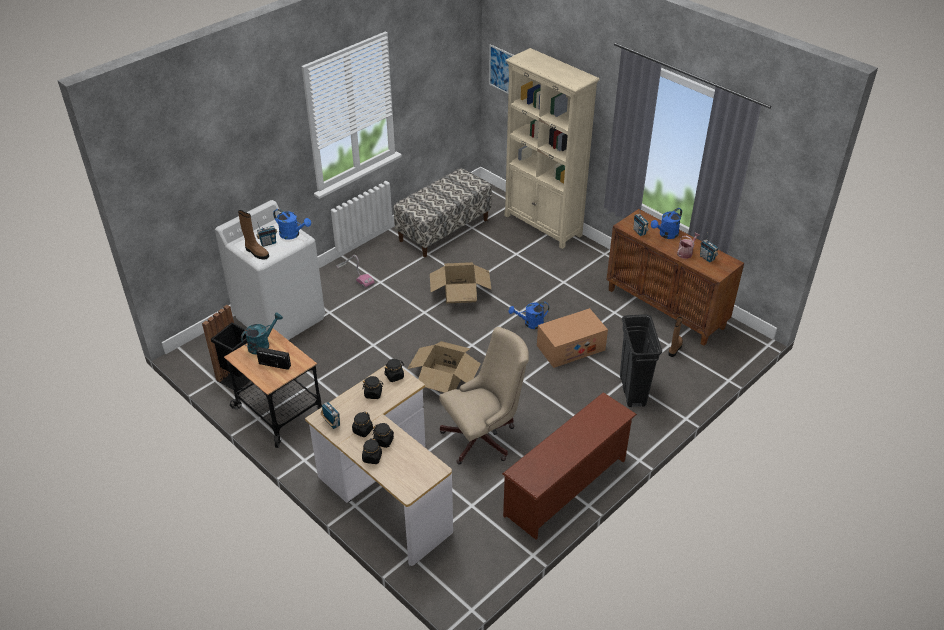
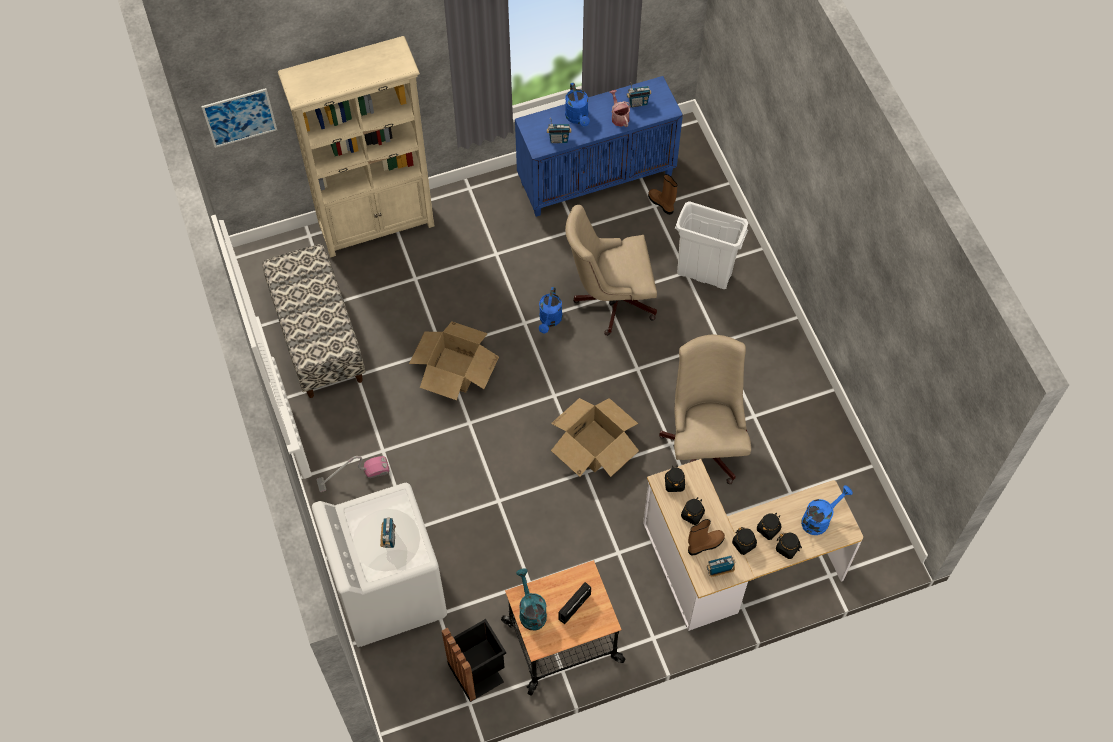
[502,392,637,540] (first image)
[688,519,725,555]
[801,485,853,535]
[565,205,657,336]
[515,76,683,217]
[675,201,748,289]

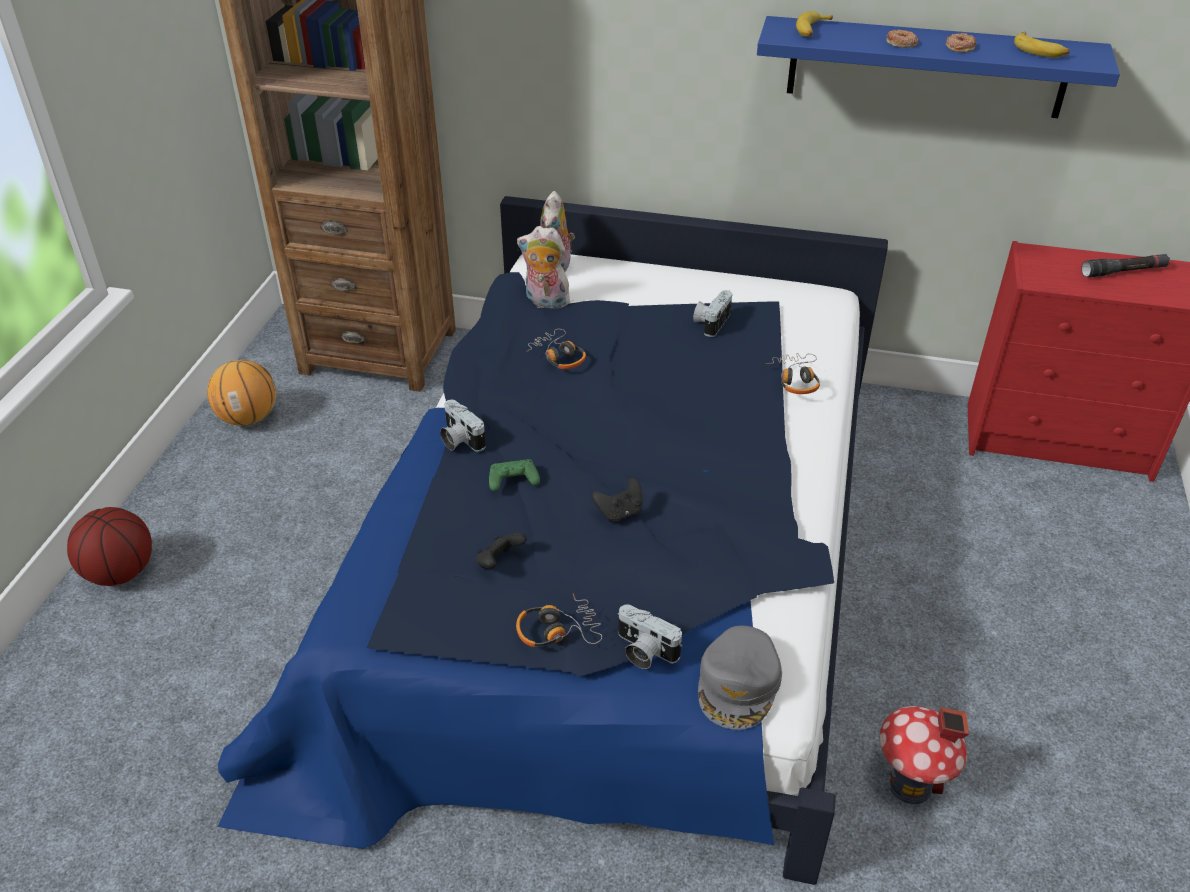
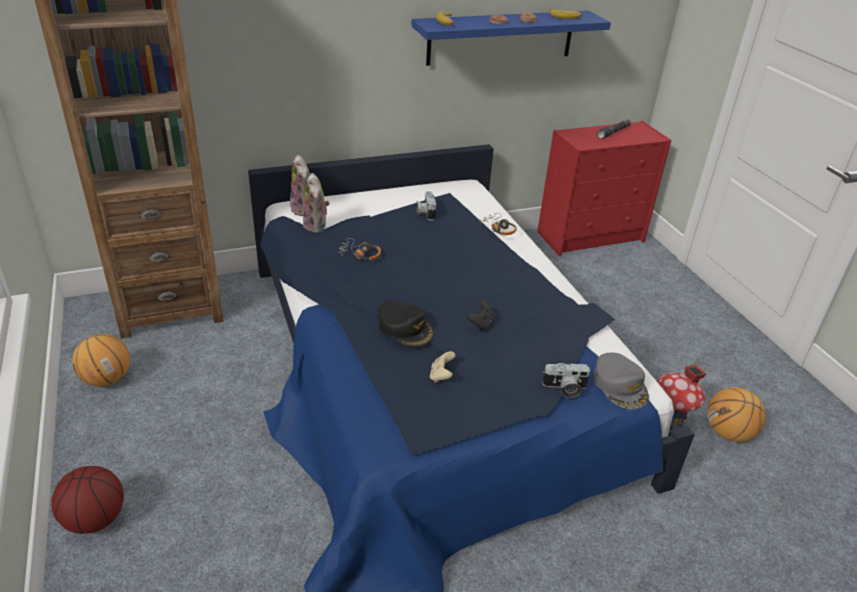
[440,400,486,452] (first image)
[516,593,602,647] (first image)
[707,387,766,442]
[378,300,434,347]
[430,351,456,383]
[303,173,330,233]

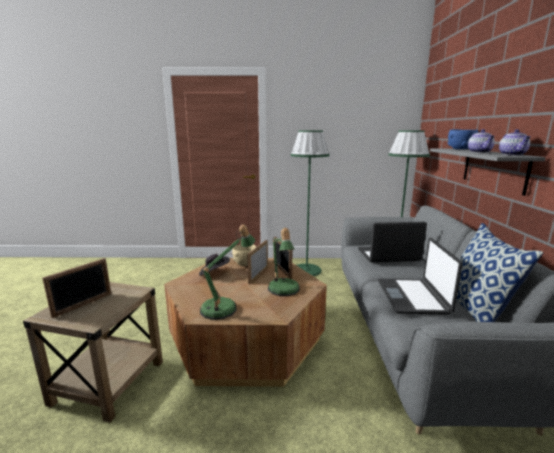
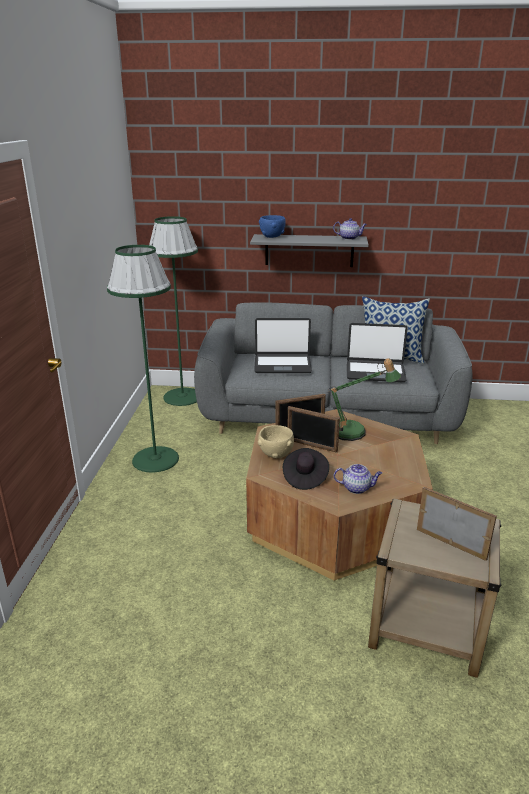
[200,225,255,320] (first image)
[334,464,382,494]
[254,318,312,373]

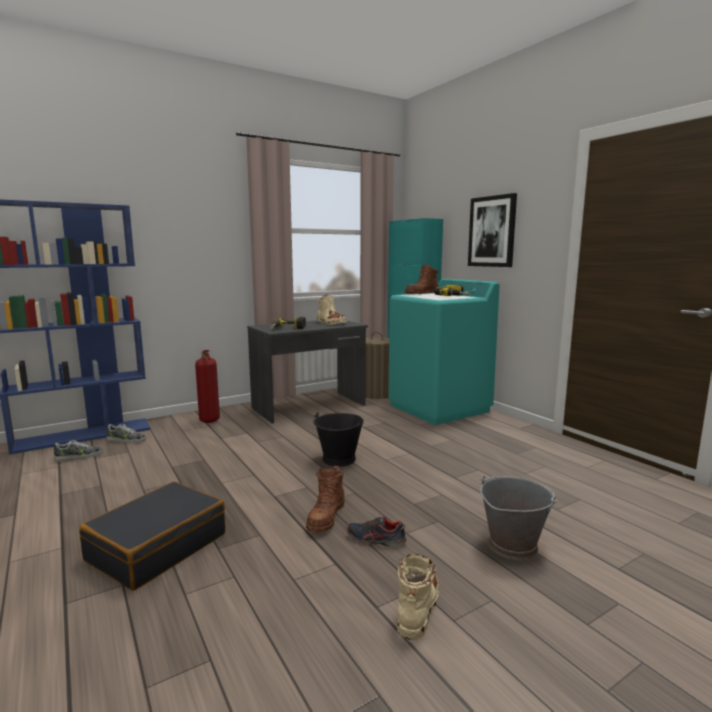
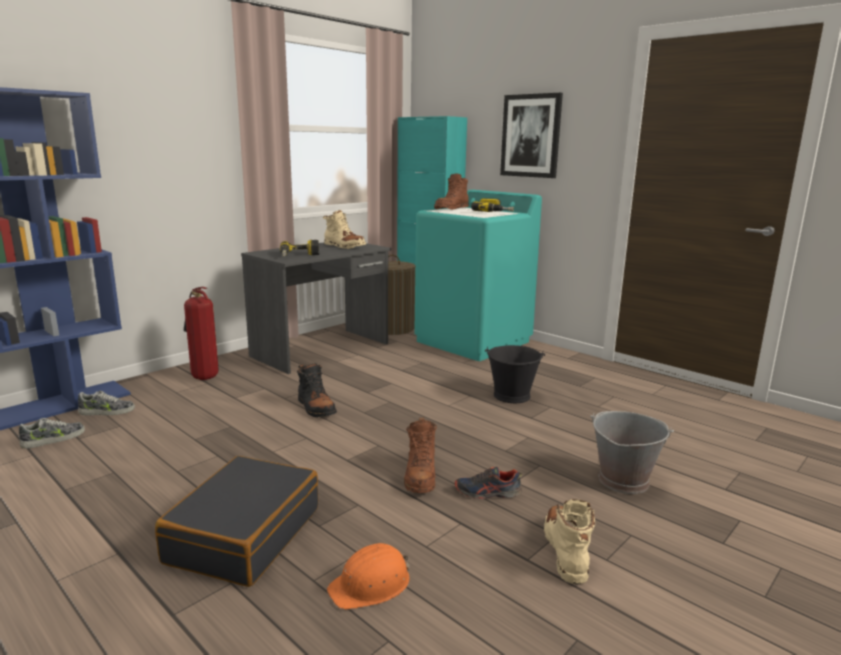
[297,363,337,417]
[327,543,409,610]
[485,345,545,403]

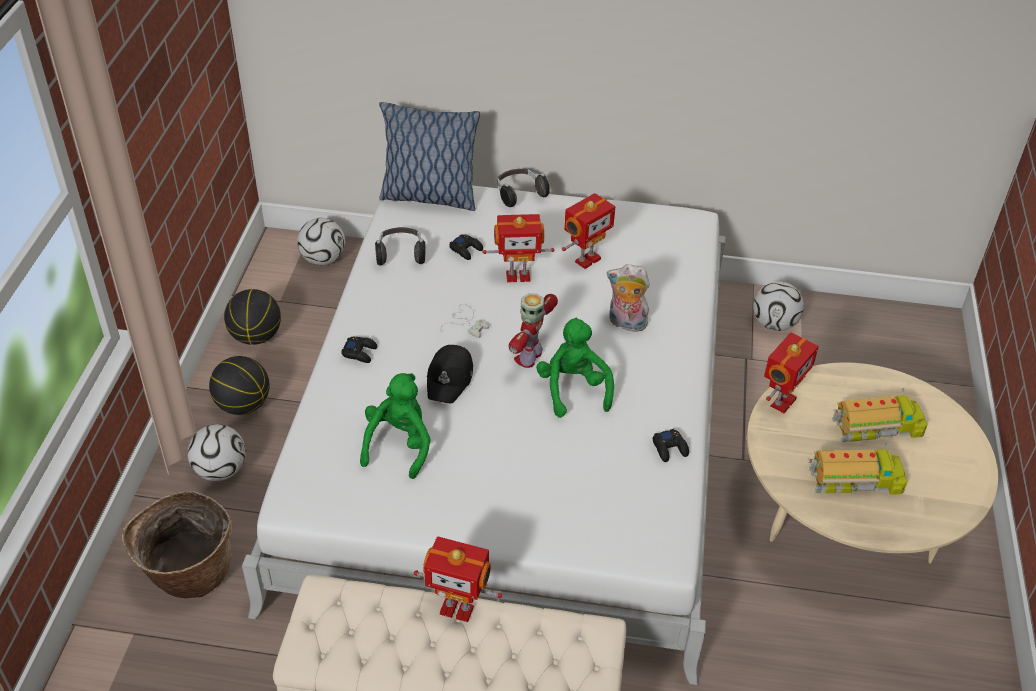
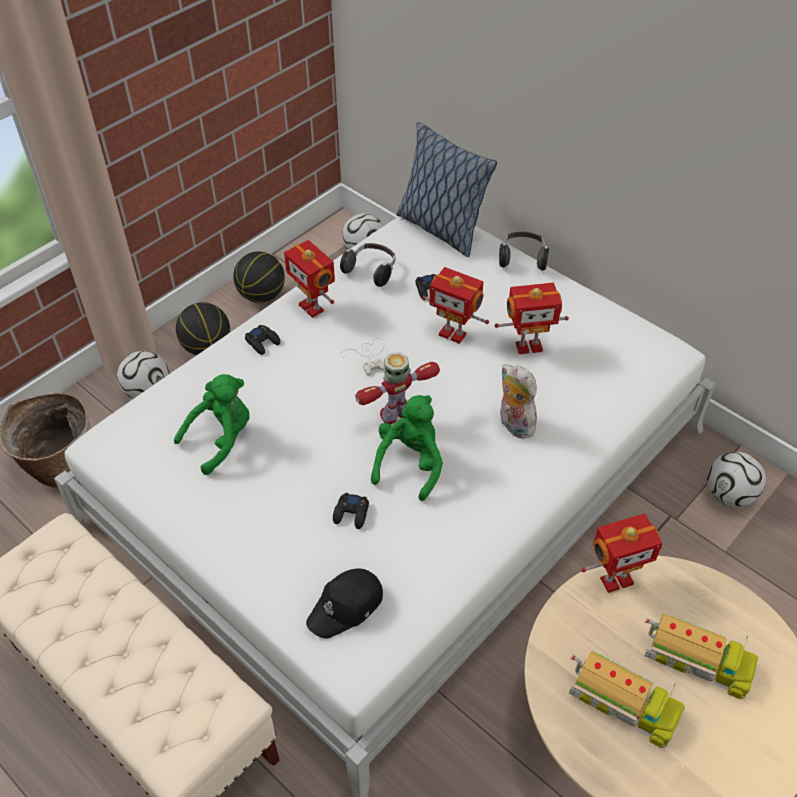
[284,240,335,318]
[306,568,383,639]
[333,493,369,529]

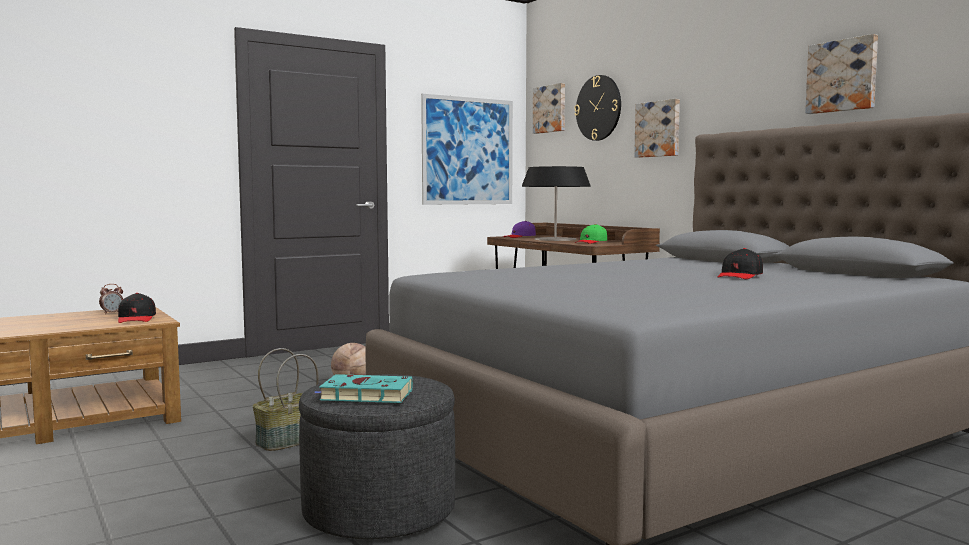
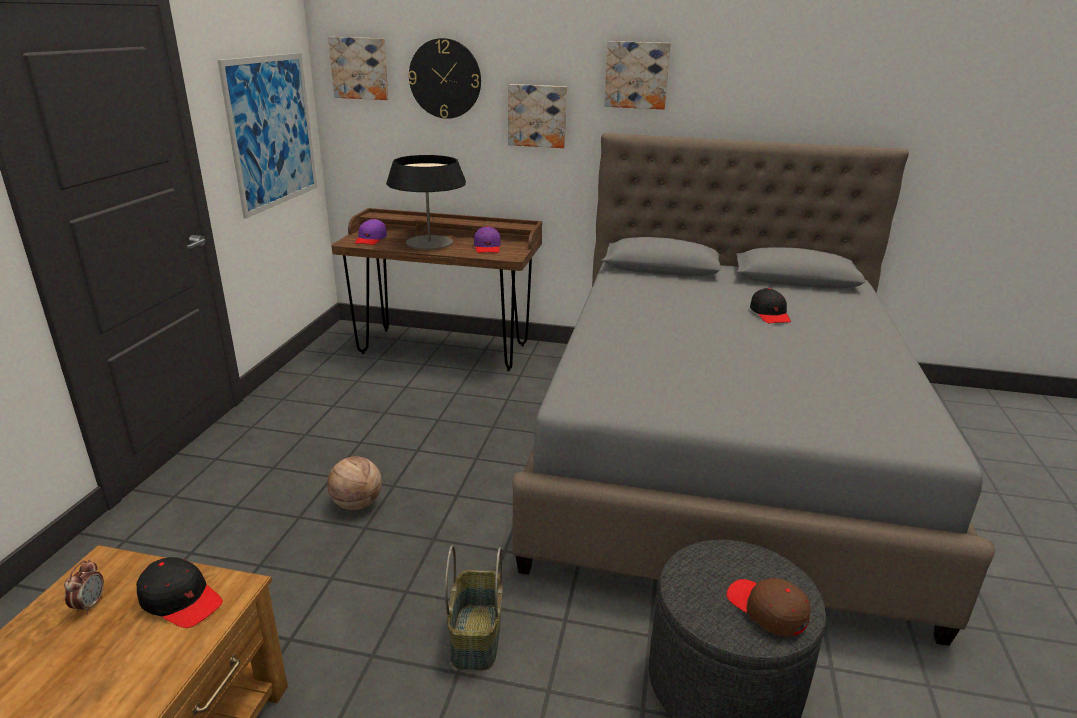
[604,41,671,109]
[727,578,810,637]
[474,226,501,253]

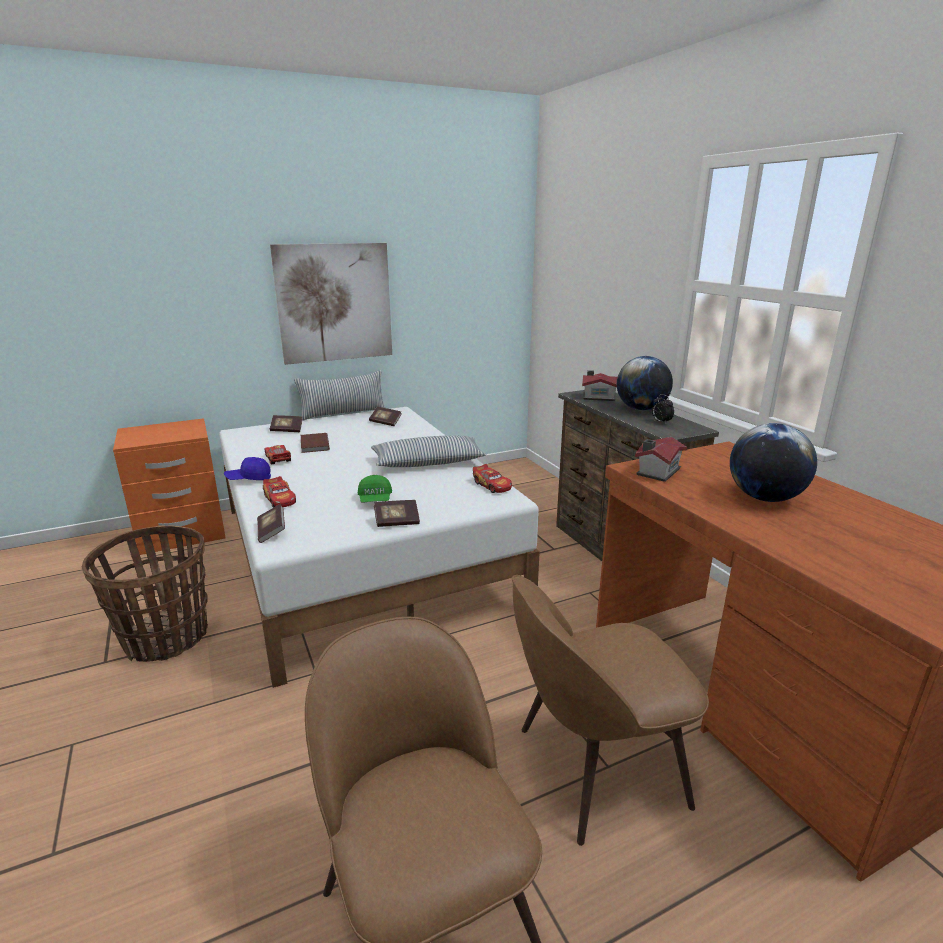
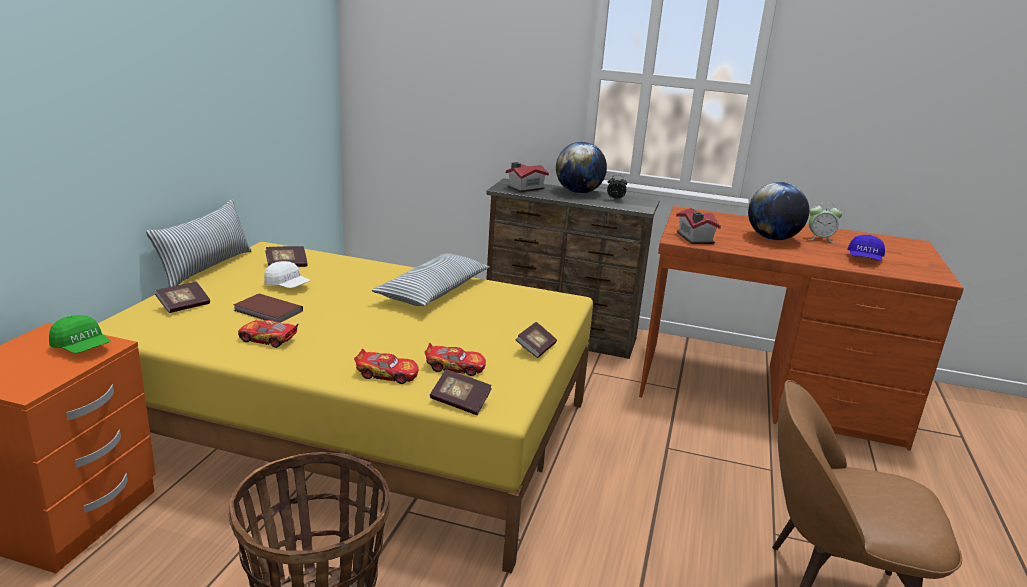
[270,243,392,365] (first image)
[511,575,709,846] (first image)
[264,261,311,288]
[808,202,842,243]
[847,235,885,261]
[49,315,111,353]
[424,343,486,376]
[98,242,593,574]

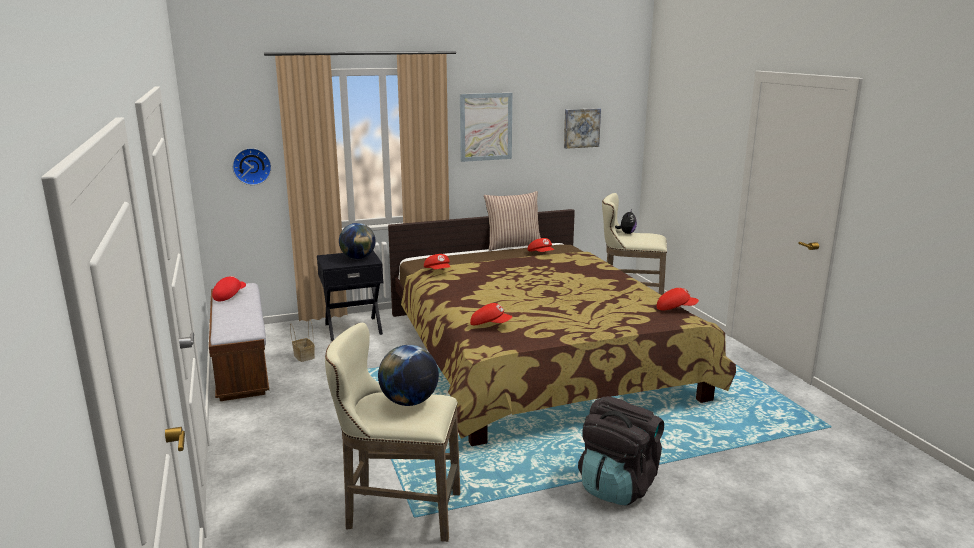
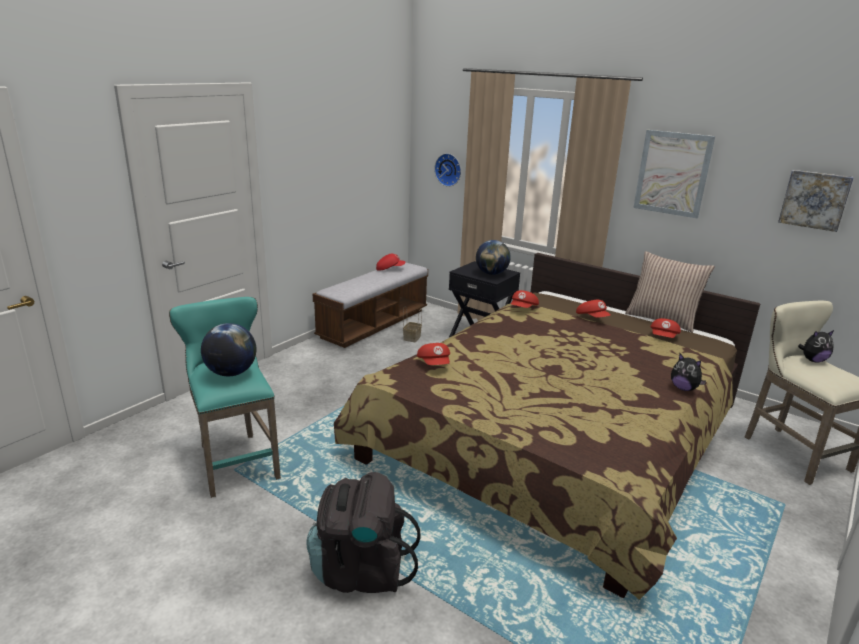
[671,353,706,391]
[576,300,611,318]
[169,297,281,498]

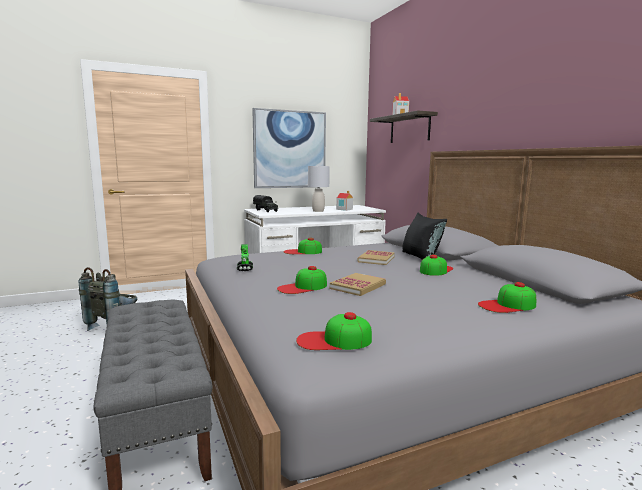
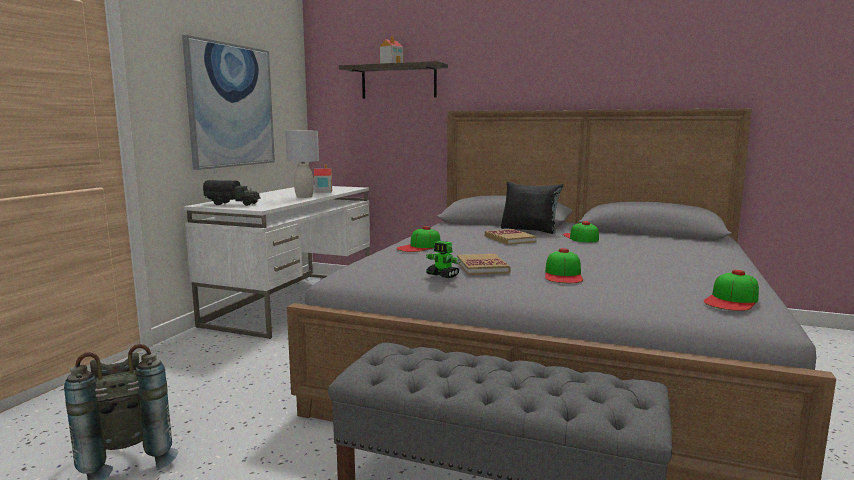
[478,282,536,313] (first image)
[457,254,511,275]

